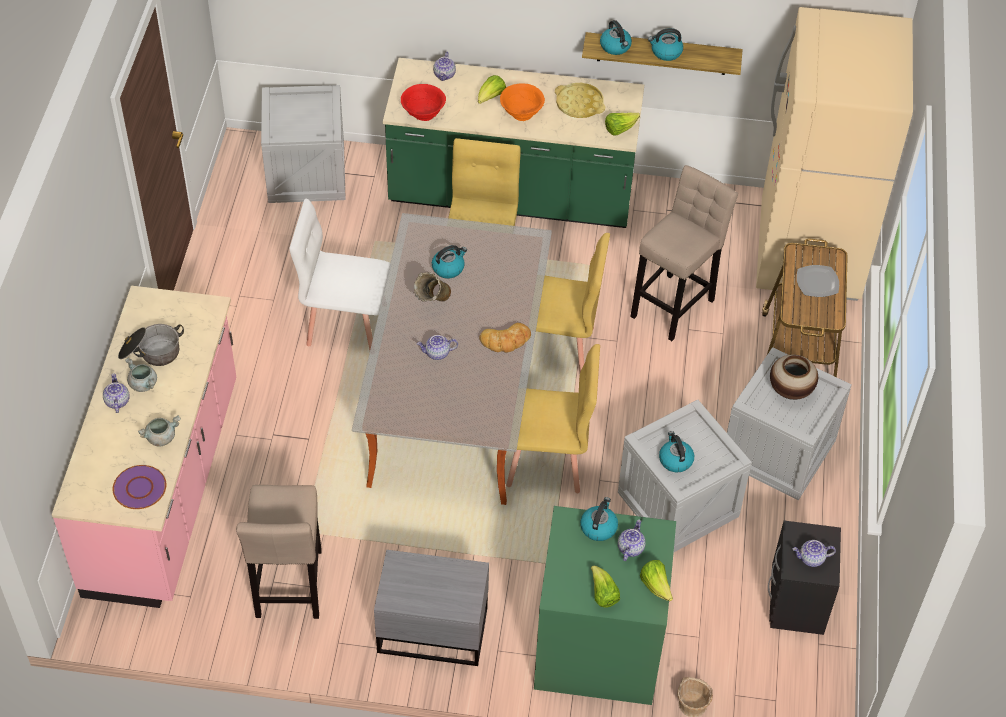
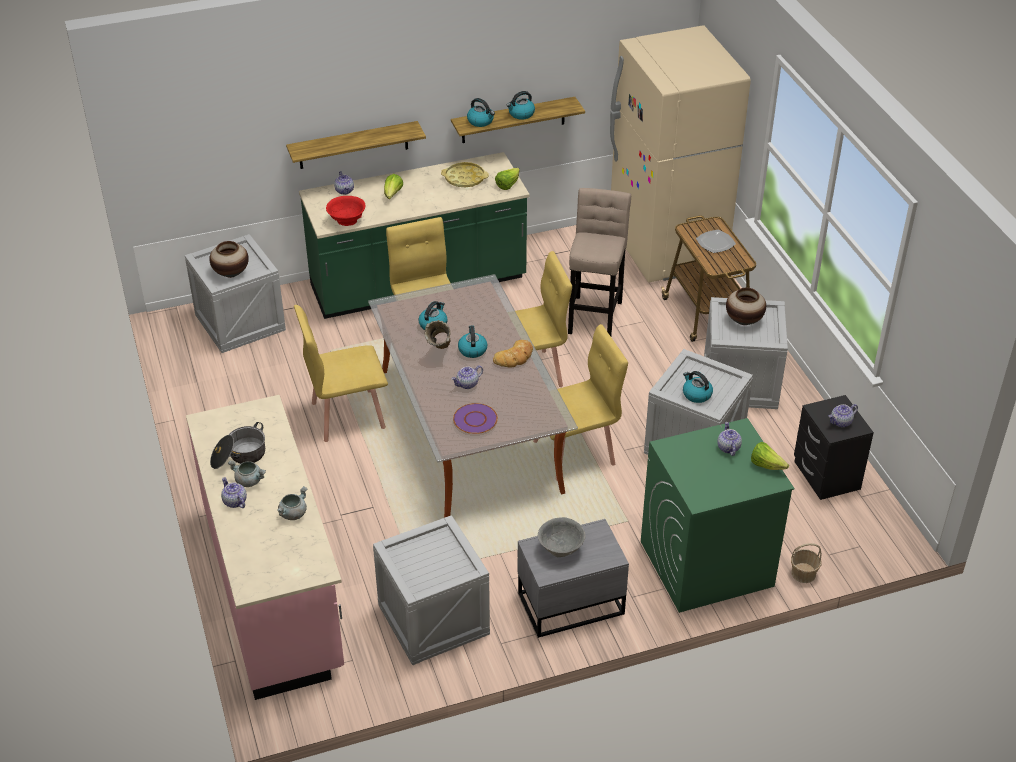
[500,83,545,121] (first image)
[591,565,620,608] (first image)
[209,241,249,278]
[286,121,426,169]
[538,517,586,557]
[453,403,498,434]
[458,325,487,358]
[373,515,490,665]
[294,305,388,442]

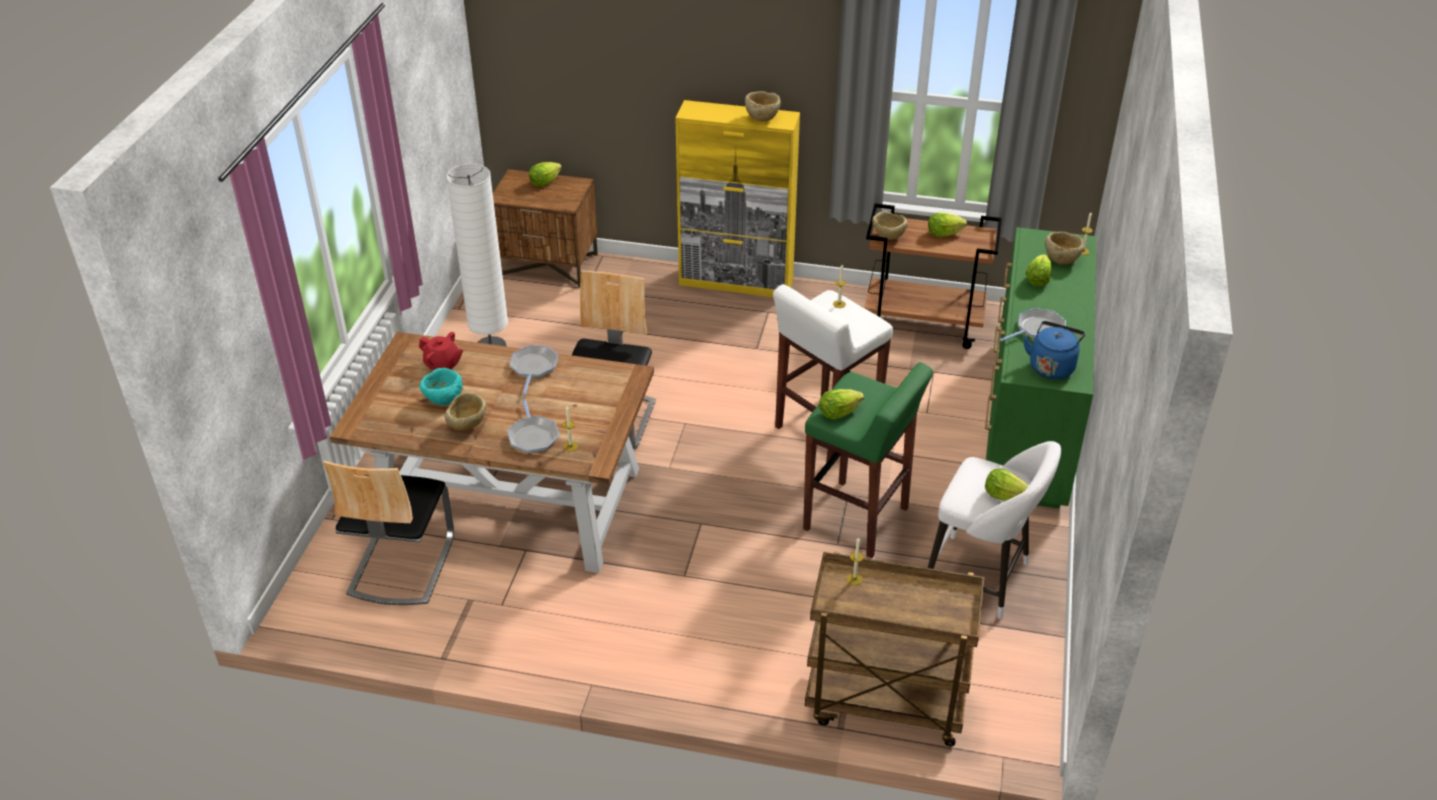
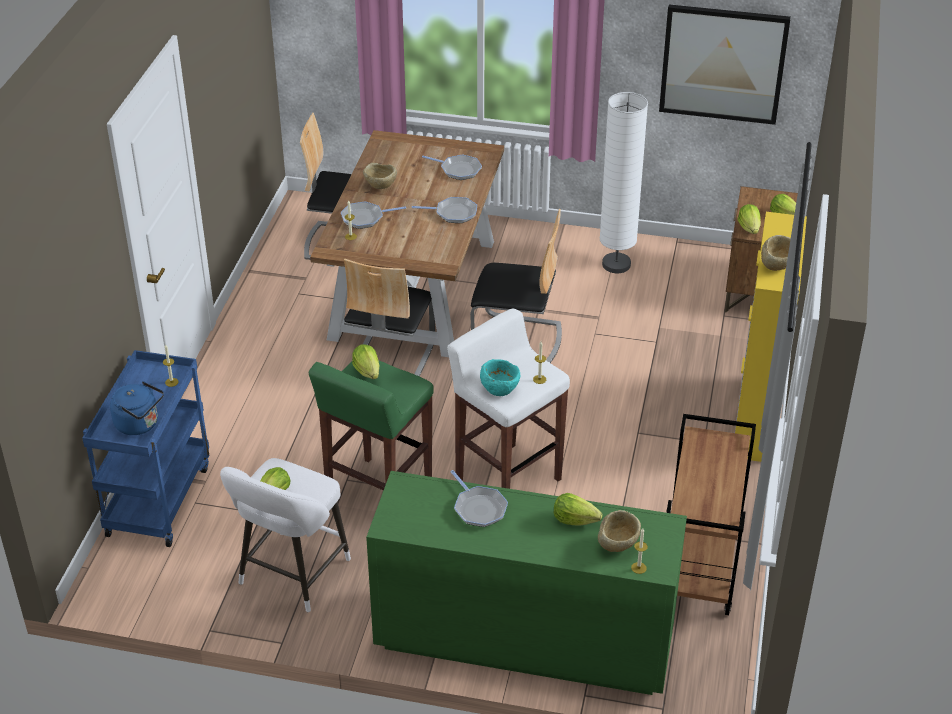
[872,211,908,240] (first image)
[344,259,435,377]
[659,4,791,125]
[480,359,521,396]
[738,204,761,234]
[110,381,164,435]
[422,154,482,180]
[82,350,209,547]

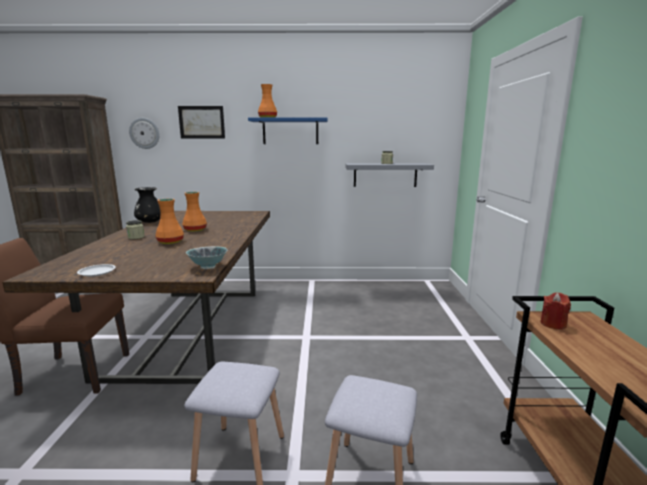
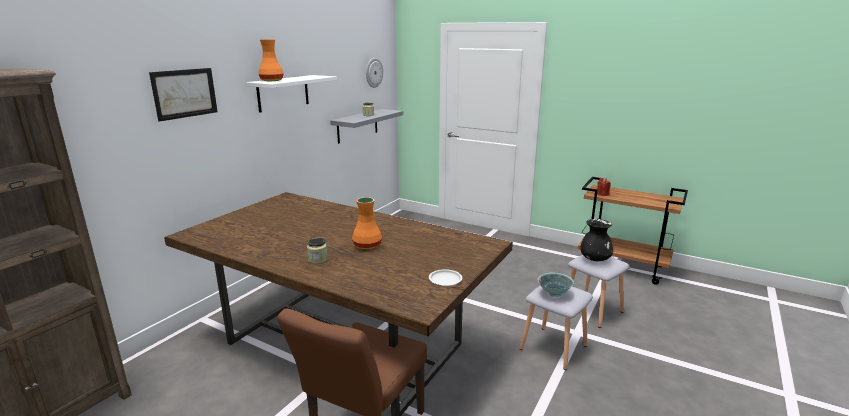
[182,192,207,232] (first image)
[366,58,383,88]
[580,219,613,261]
[538,273,574,297]
[246,75,337,113]

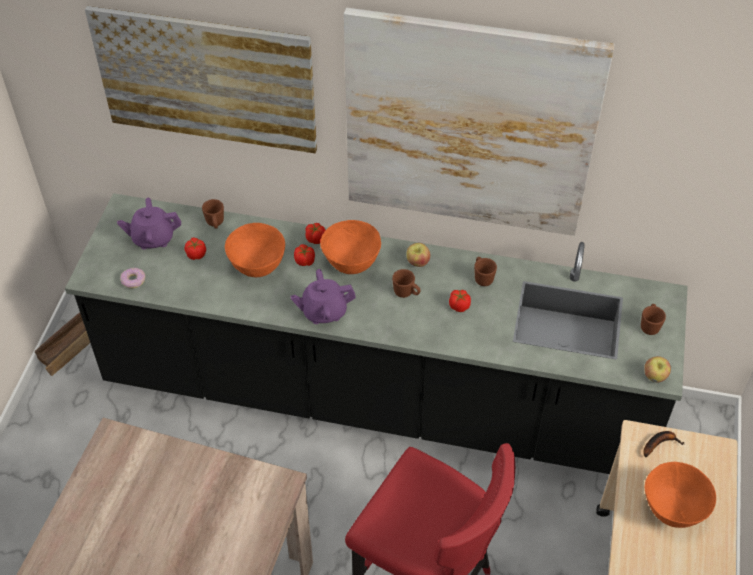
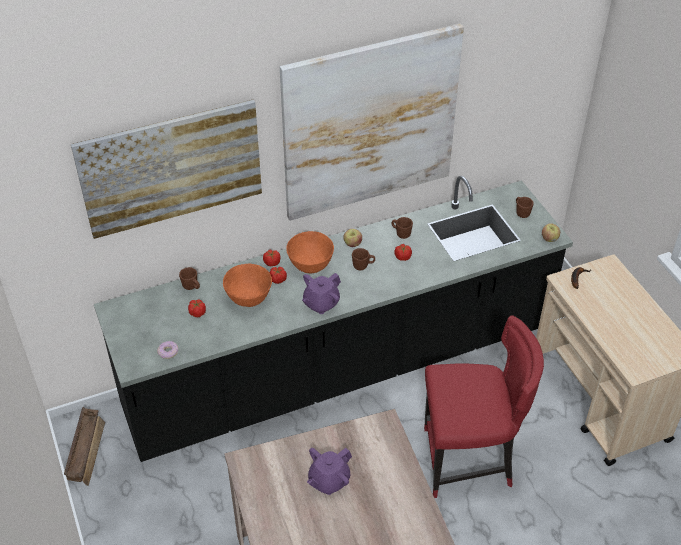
[645,462,716,528] (first image)
[307,448,352,495]

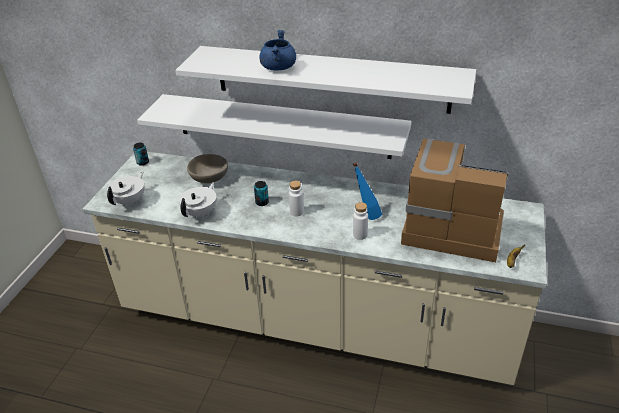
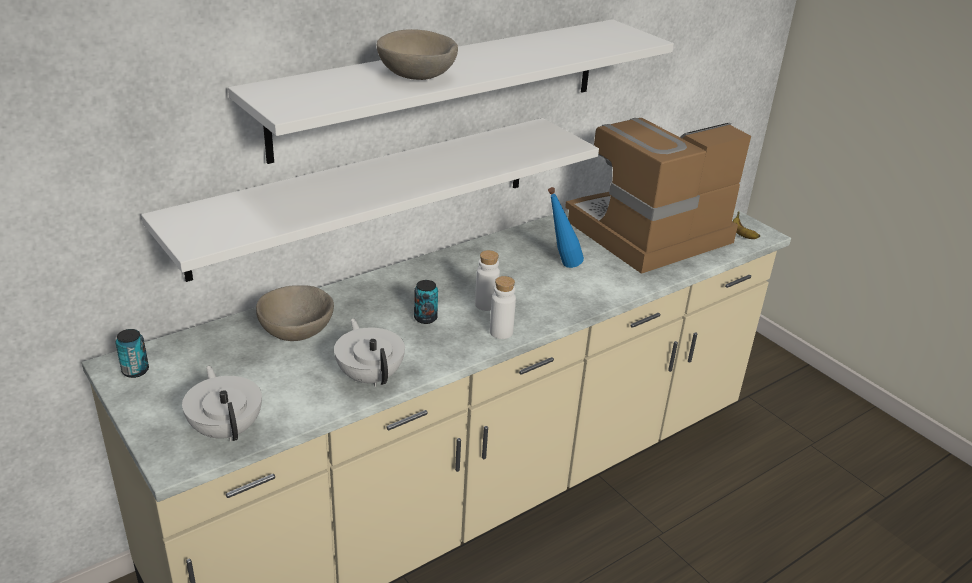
[490,276,516,339]
[377,29,458,80]

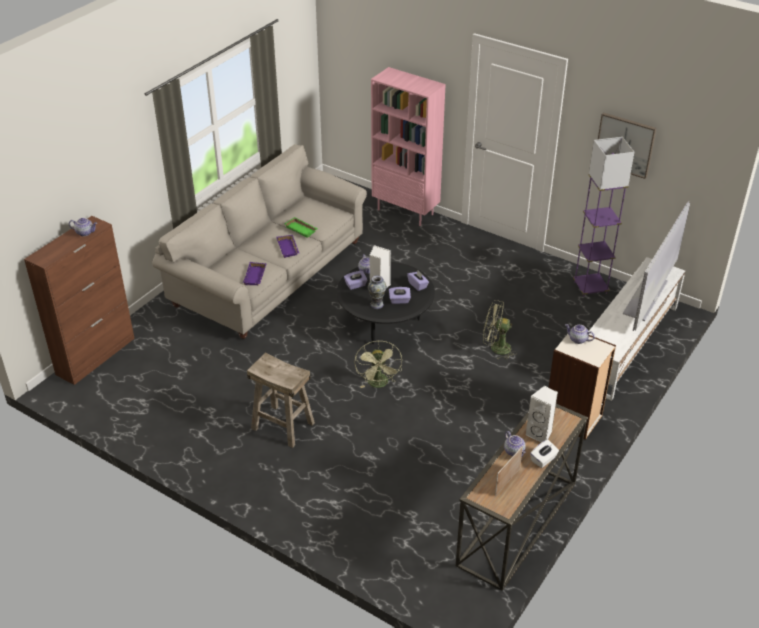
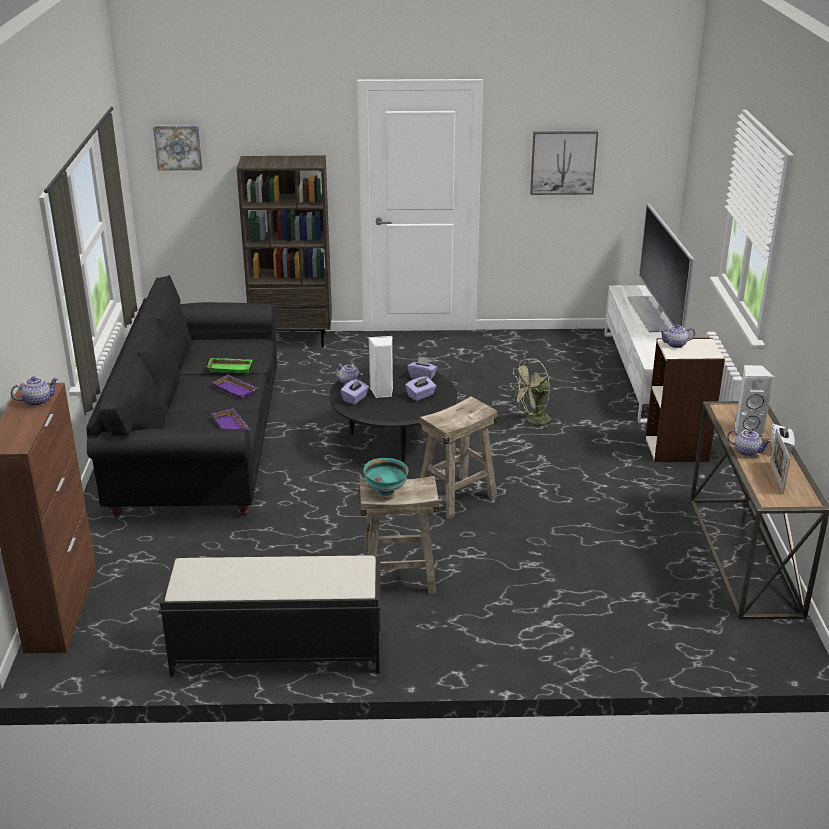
[368,275,387,309] (first image)
[573,137,634,297] (first image)
[153,125,203,170]
[159,555,381,676]
[364,458,408,496]
[419,396,497,519]
[86,275,277,517]
[236,155,332,347]

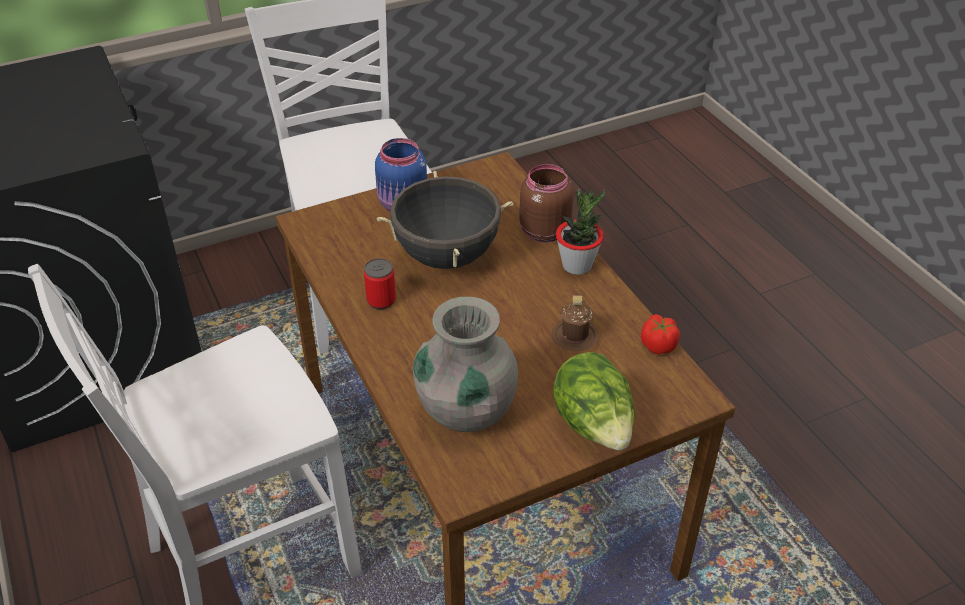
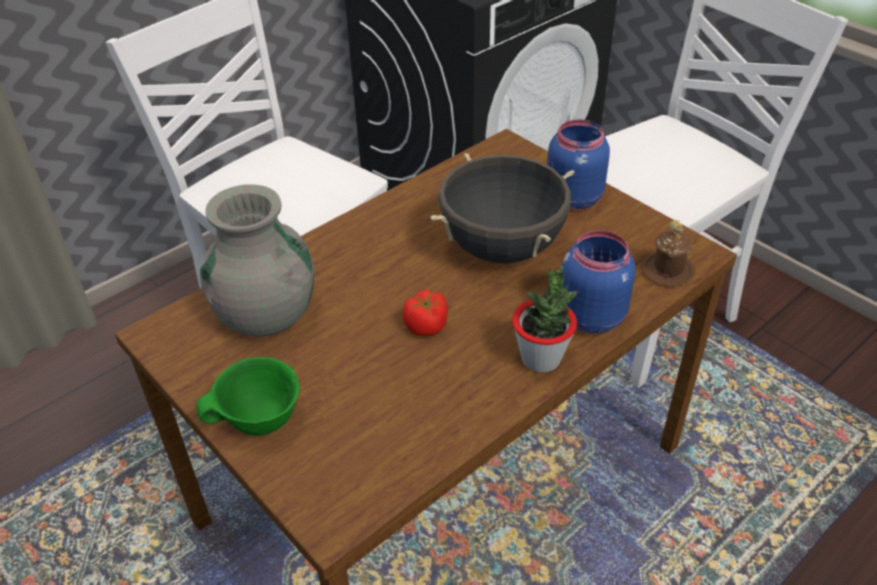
[364,258,396,309] (first image)
[642,220,695,286]
[402,290,448,336]
[196,357,300,436]
[563,230,636,334]

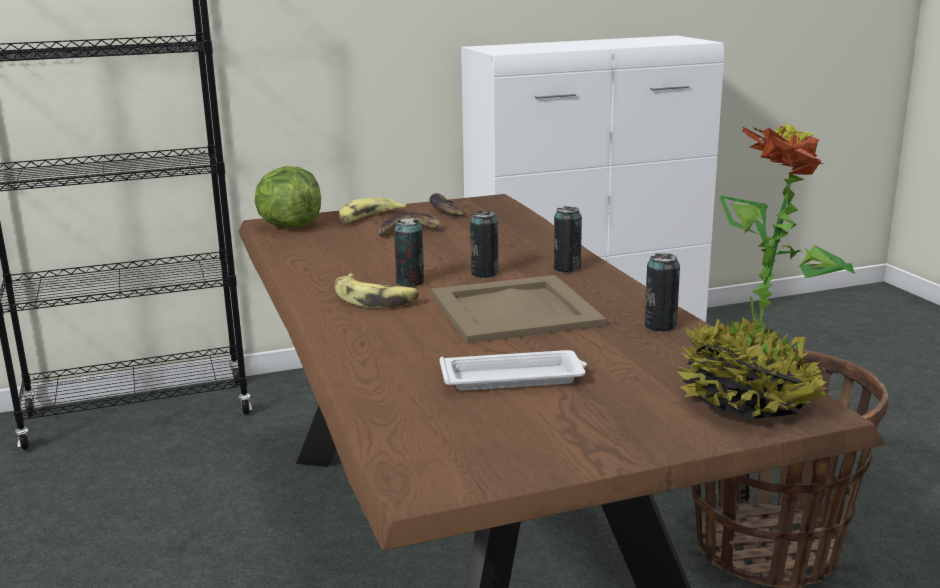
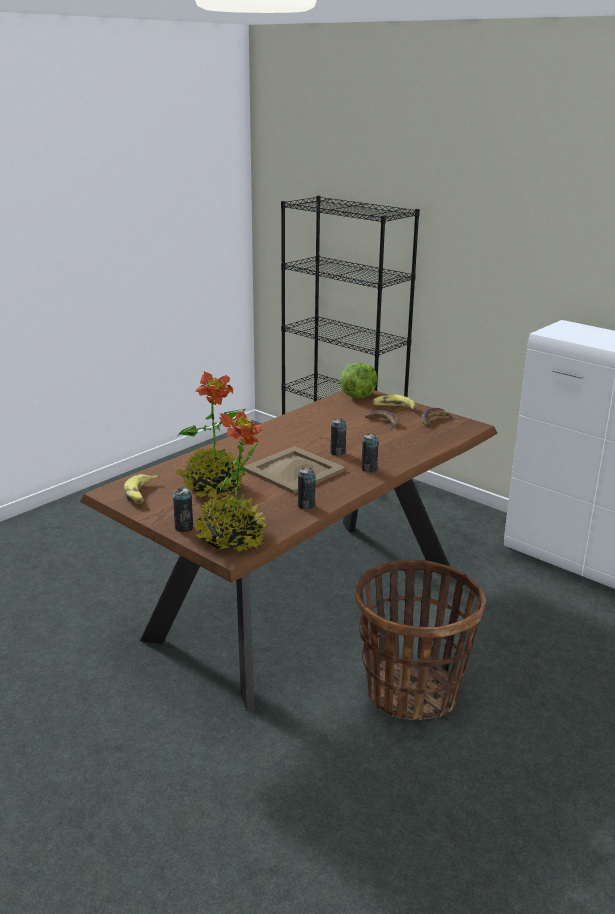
[124,474,159,504]
[173,488,193,532]
[176,371,246,501]

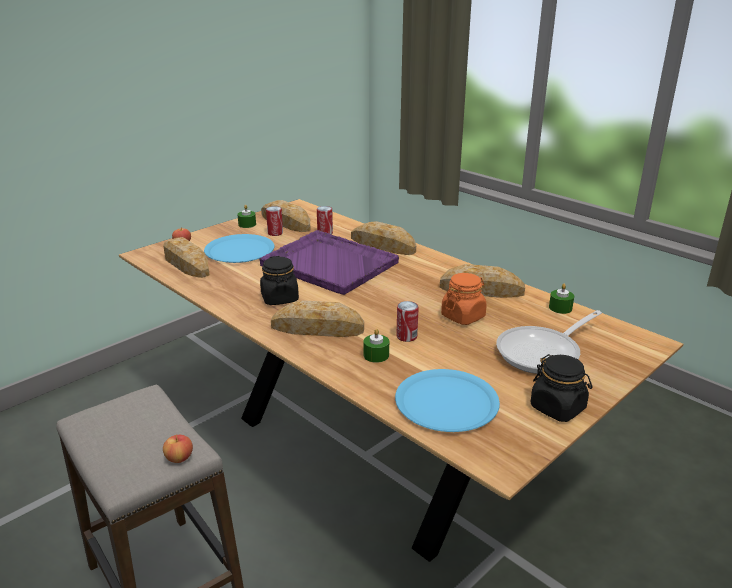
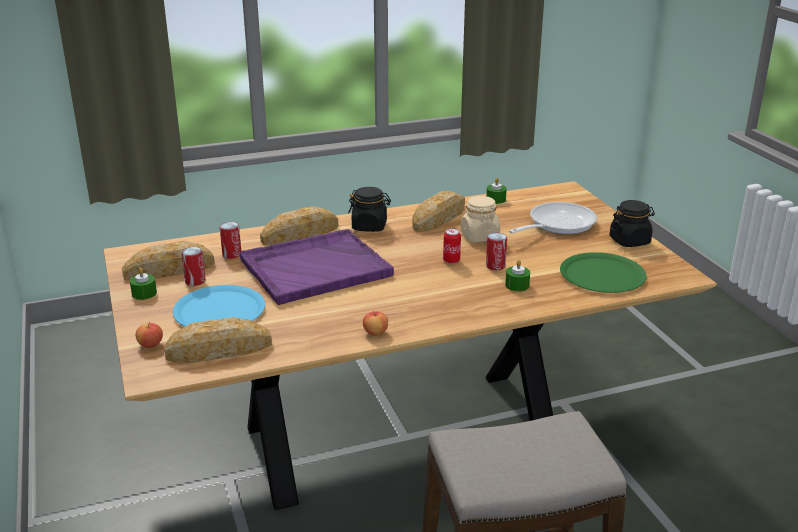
[271,300,364,337] (first image)
[443,228,461,264]
[363,311,388,336]
[348,187,391,232]
[560,252,647,293]
[461,196,500,242]
[509,202,597,234]

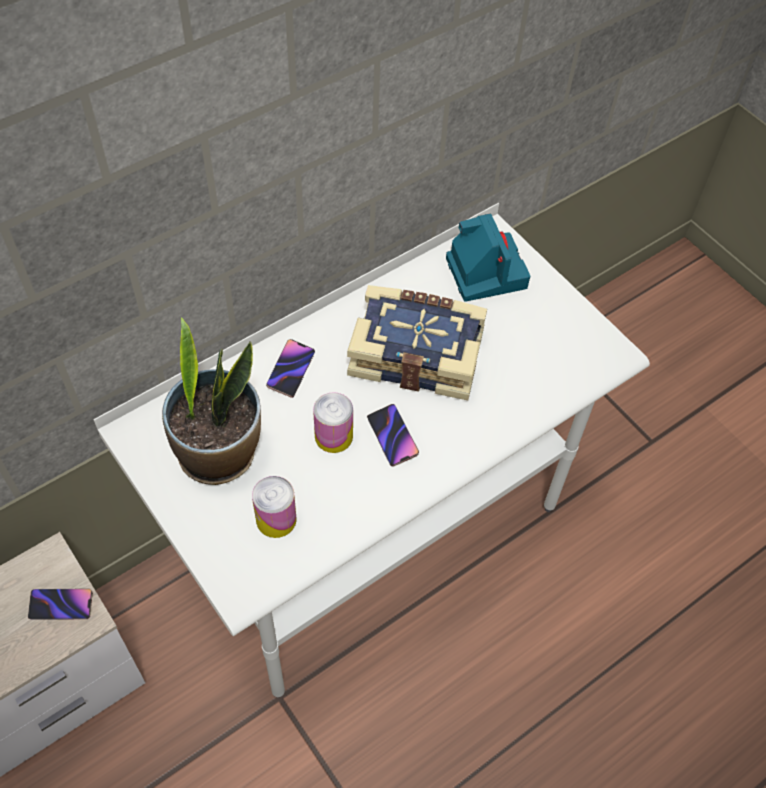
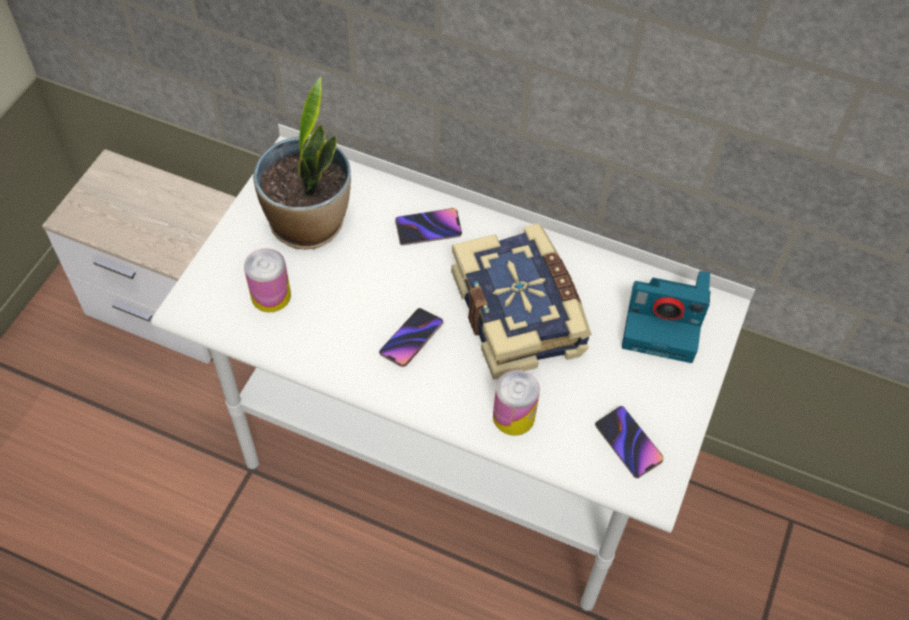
[595,406,663,478]
[493,370,540,436]
[622,271,711,363]

